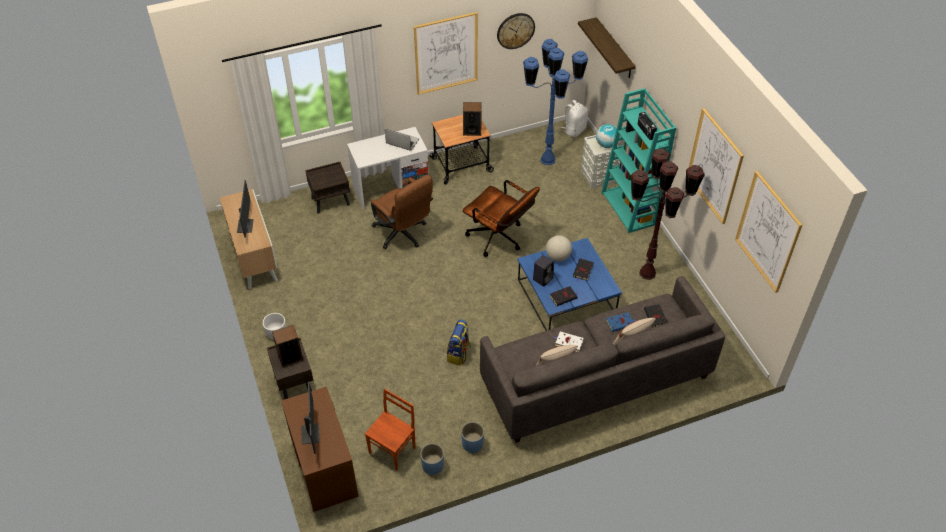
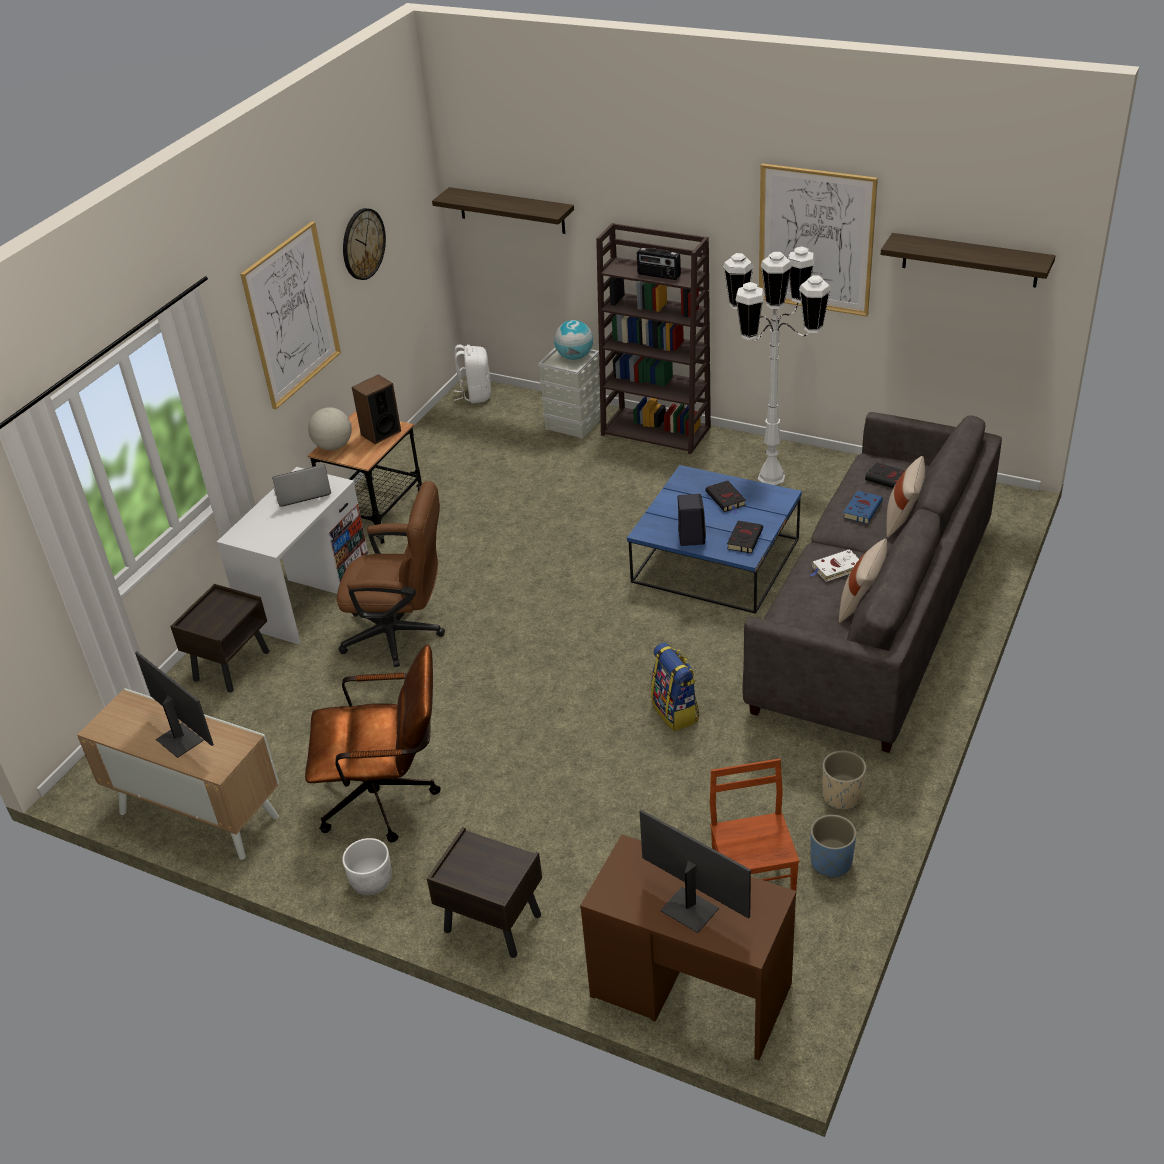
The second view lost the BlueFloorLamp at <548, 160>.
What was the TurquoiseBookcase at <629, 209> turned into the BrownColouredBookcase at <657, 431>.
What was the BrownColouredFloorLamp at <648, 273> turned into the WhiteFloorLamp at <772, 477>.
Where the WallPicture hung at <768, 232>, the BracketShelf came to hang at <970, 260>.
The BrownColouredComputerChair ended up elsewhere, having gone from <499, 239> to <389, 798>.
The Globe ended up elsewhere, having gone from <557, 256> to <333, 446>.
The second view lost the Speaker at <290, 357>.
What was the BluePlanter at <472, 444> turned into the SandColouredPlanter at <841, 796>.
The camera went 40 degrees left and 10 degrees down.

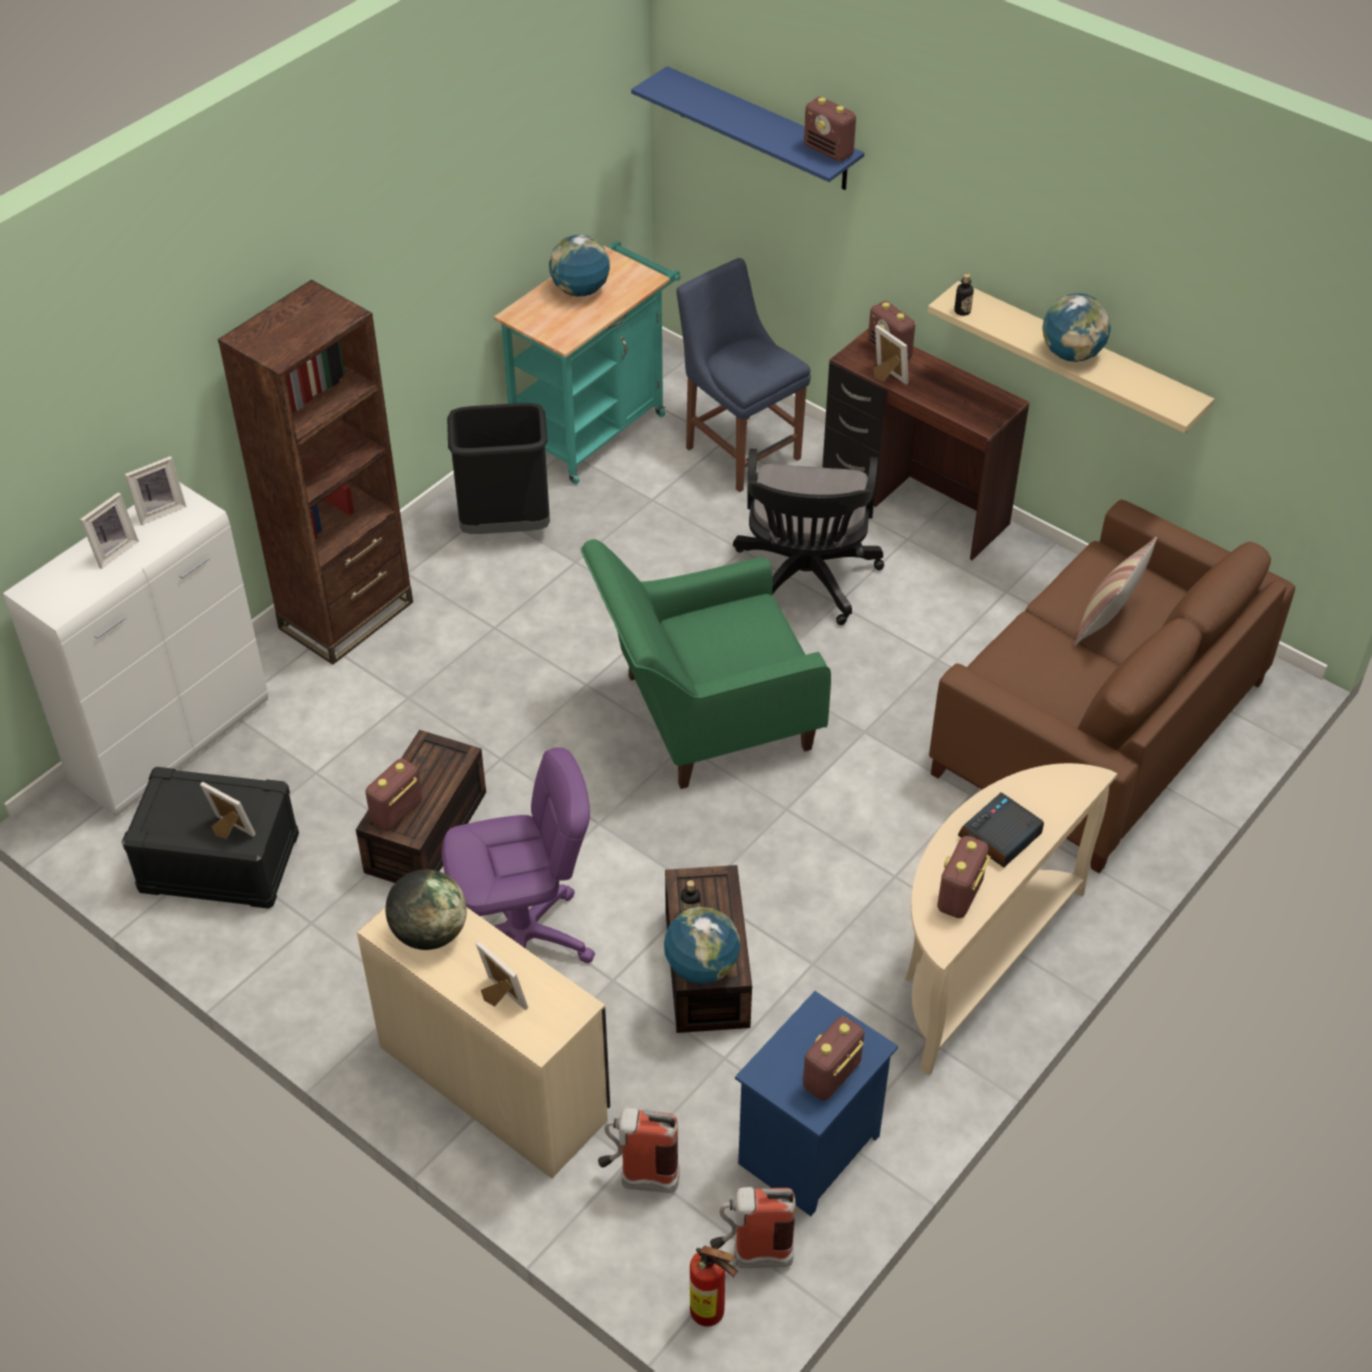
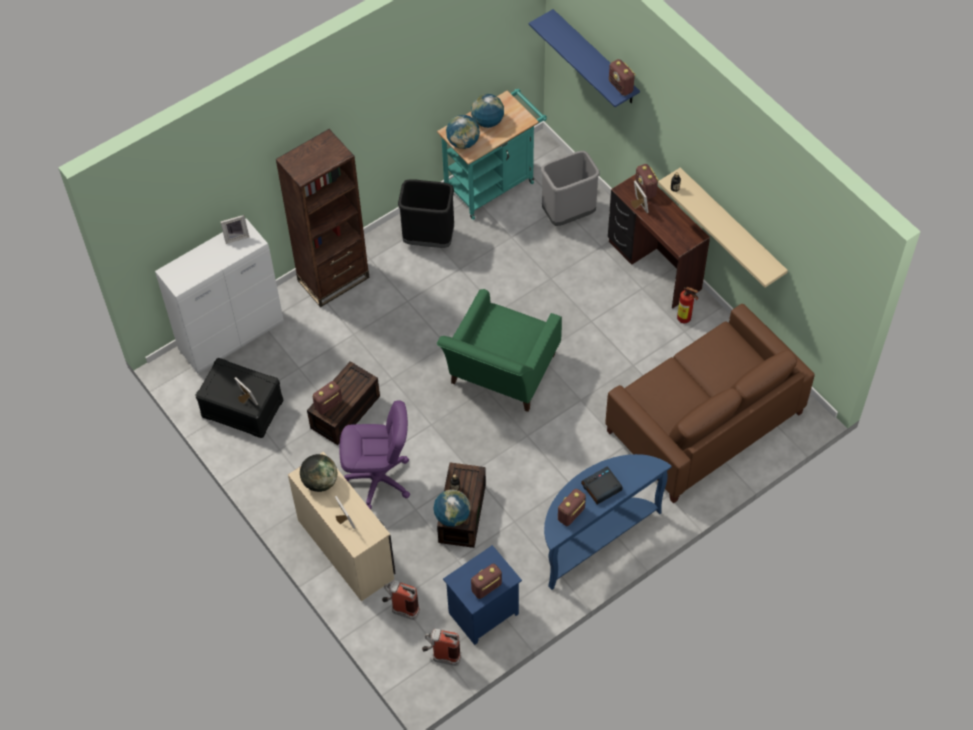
Where the BlueUprightChair stood at <739, 450>, the GreyishWasteBin came to stand at <568, 213>.
The Globe ended up elsewhere, having gone from <1072, 354> to <463, 142>.
The second view lost the BlackComputerChair at <805, 582>.
The second view lost the PhotoFrame at <113, 550>.
The second view lost the ThrowPillow at <1107, 622>.
The GreenLoungeChair at <704, 717> ended up facing another way, 60 degrees counterclockwise from before.
What was the SandColouredHallTable at <976, 961> turned into the BlueHallTable at <595, 537>.
The FireFightingCylinder ended up elsewhere, having gone from <711, 1315> to <685, 320>.
The camera went 15 degrees right and 10 degrees up.

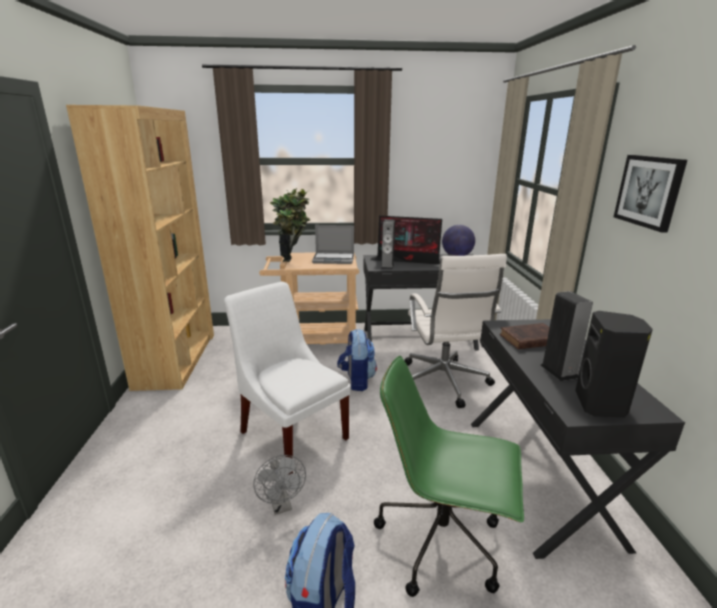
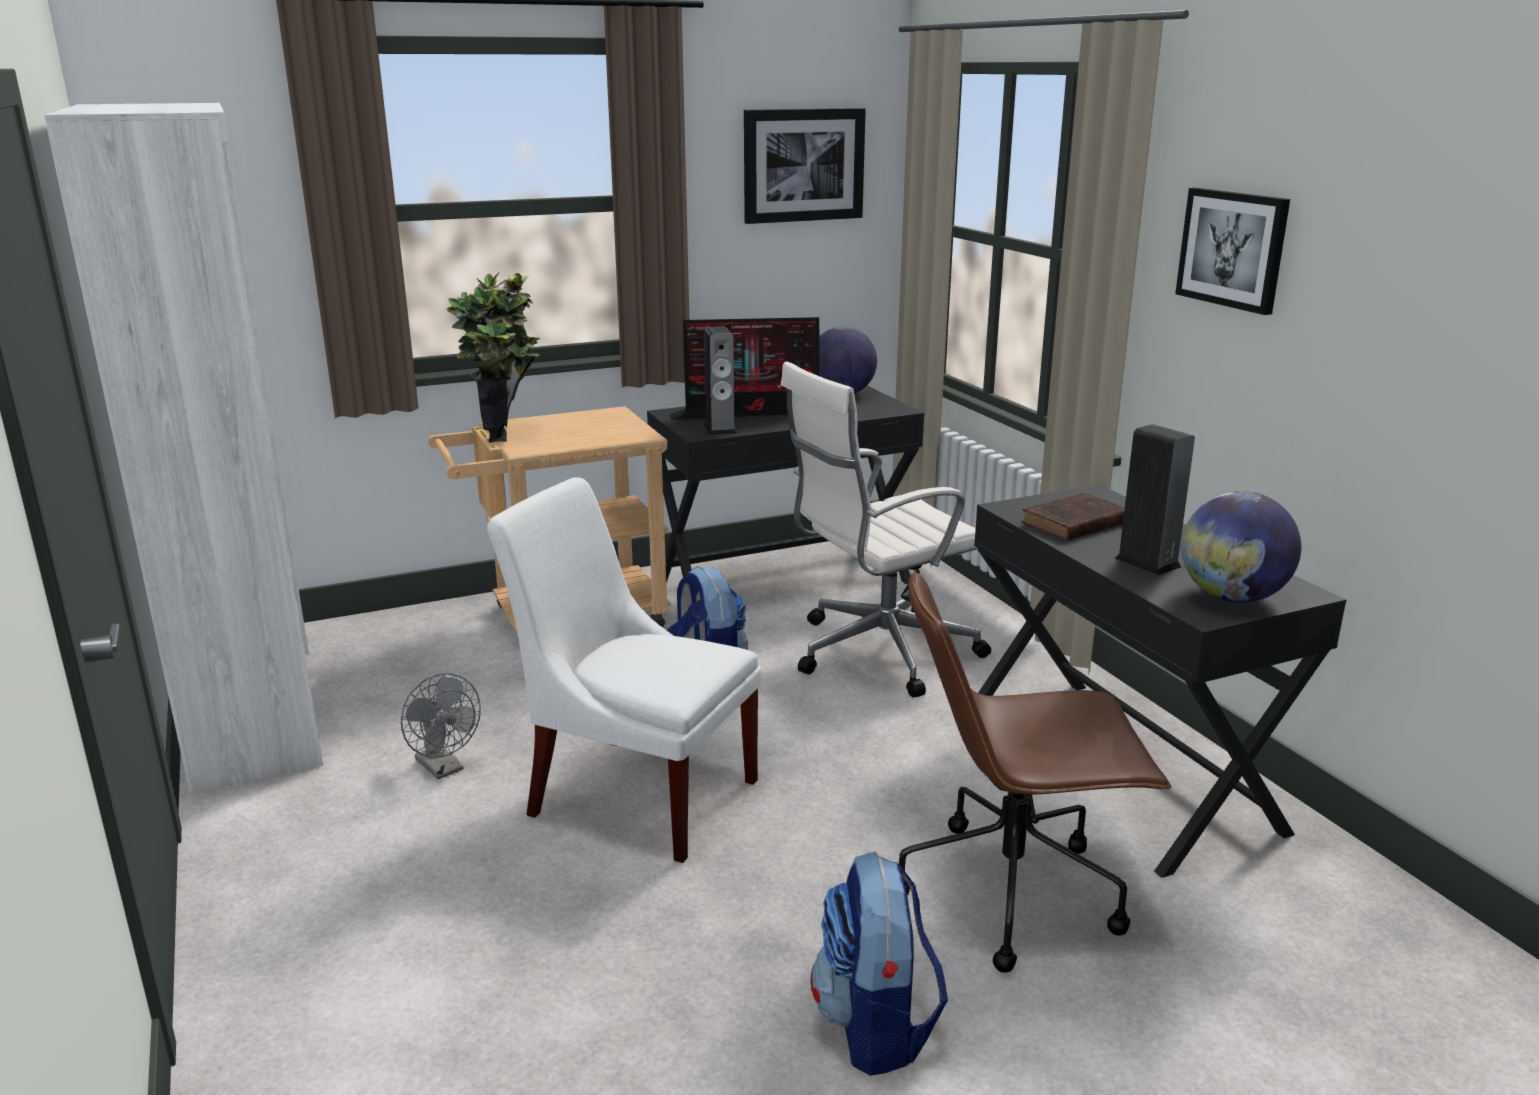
What was the BrownColouredBookcase at <176, 359> turned into the WhiteBookcase at <255, 710>.
The second view lost the PortableComputer at <334, 259>.
The WhiteComputerChair at <444, 382> ended up facing another way, 90 degrees clockwise from before.
Where the BlackSpeaker stood at <601, 405>, the Globe came to stand at <1232, 597>.
What was the GreenComputerChair at <442, 541> turned into the BrownColouredComputerChair at <1013, 892>.
The GreyishElectricFan ended up elsewhere, having gone from <281, 505> to <444, 768>.
The second view gained the WallPicture at <803, 165>.
The camera went 20 degrees left and 0 degrees up.

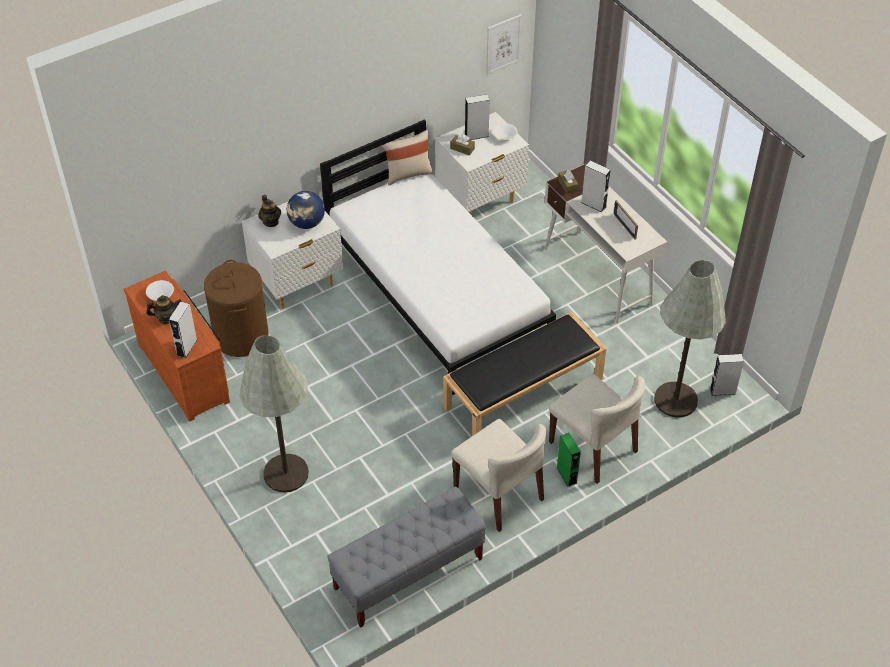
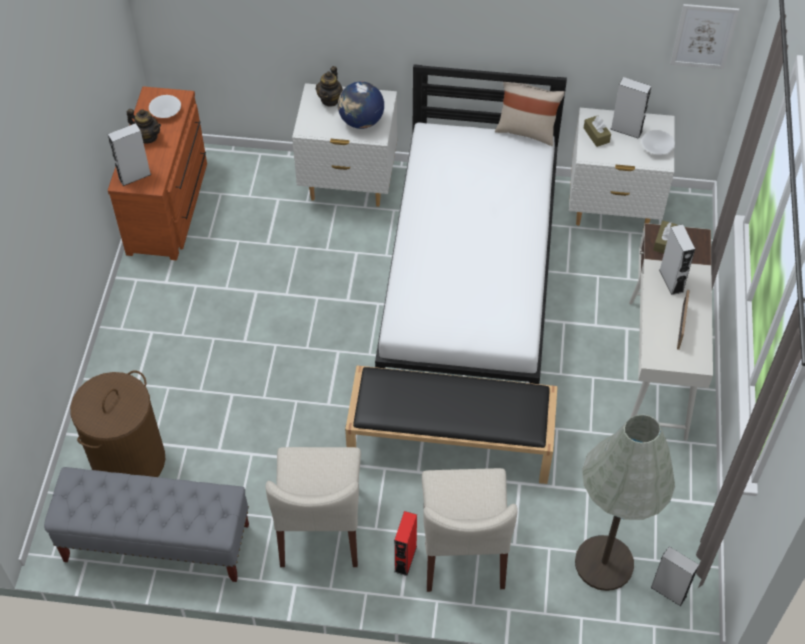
The BrownColouredLaundryBasket ended up elsewhere, having gone from <241, 337> to <129, 461>.
The second view lost the GreyishFloorLamp at <286, 473>.
What was the GreenSpeaker at <566, 475> turned into the RedColouredSpeaker at <405, 559>.
The camera went 40 degrees right and 5 degrees up.

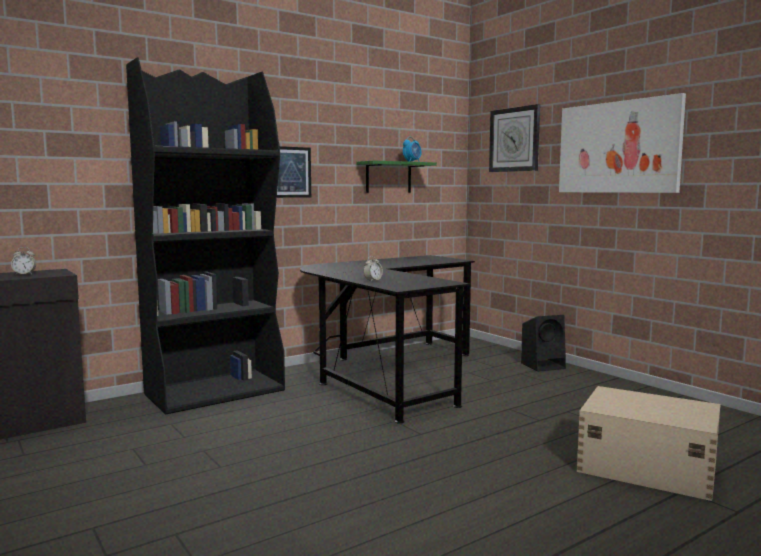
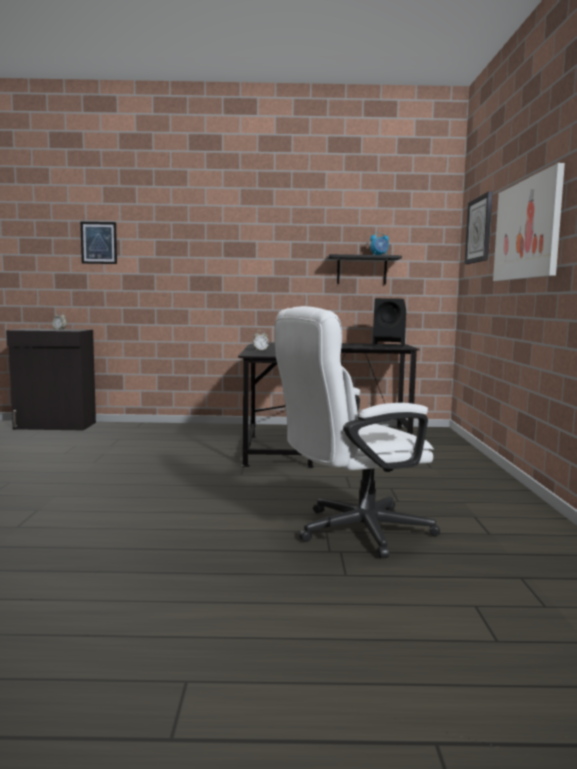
The second view lost the BlackBookcase at <216, 392>.
The WallPicture ended up elsewhere, having gone from <291, 172> to <98, 243>.
What was the GreenBracketShelf at <388, 177> turned into the BlackBracketShelf at <361, 270>.
The BlackSpeaker ended up elsewhere, having gone from <543, 365> to <389, 346>.
Where the SandColouredStorageBin stood at <645, 467>, the WhiteComputerChair came to stand at <352, 532>.
The camera went 35 degrees right and 0 degrees up.

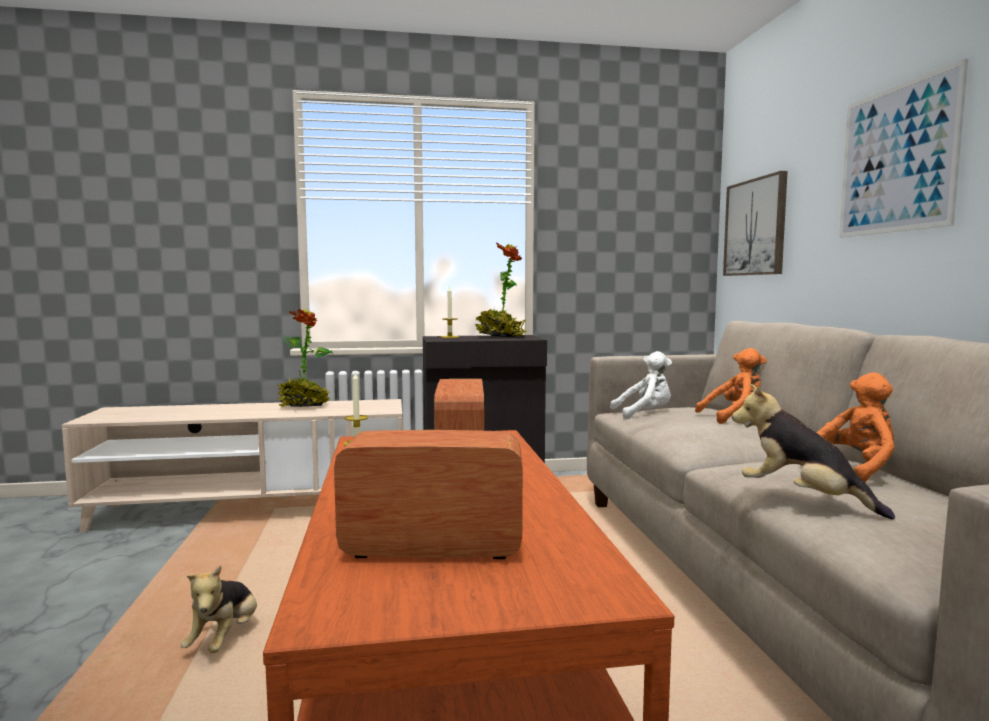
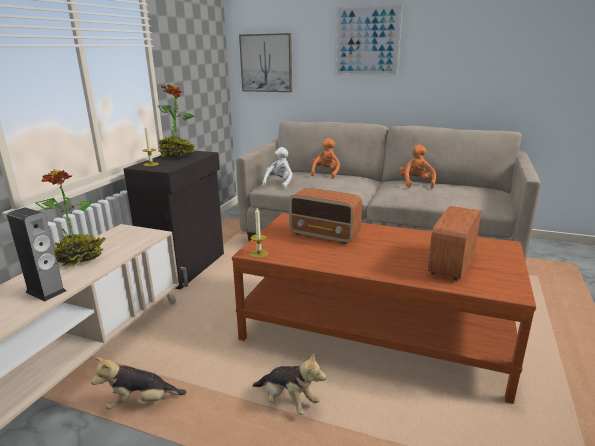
The SoftToy ended up elsewhere, having gone from <802, 499> to <141, 403>.
The second view gained the Speaker at <46, 291>.
The camera went 60 degrees left and 15 degrees up.

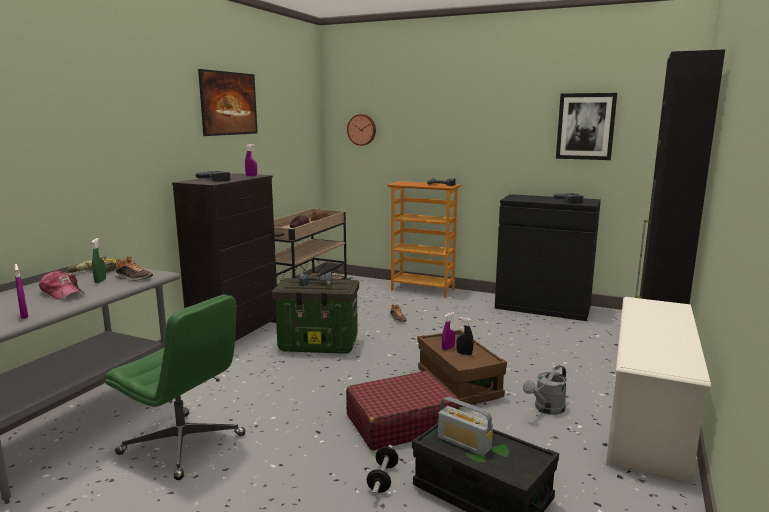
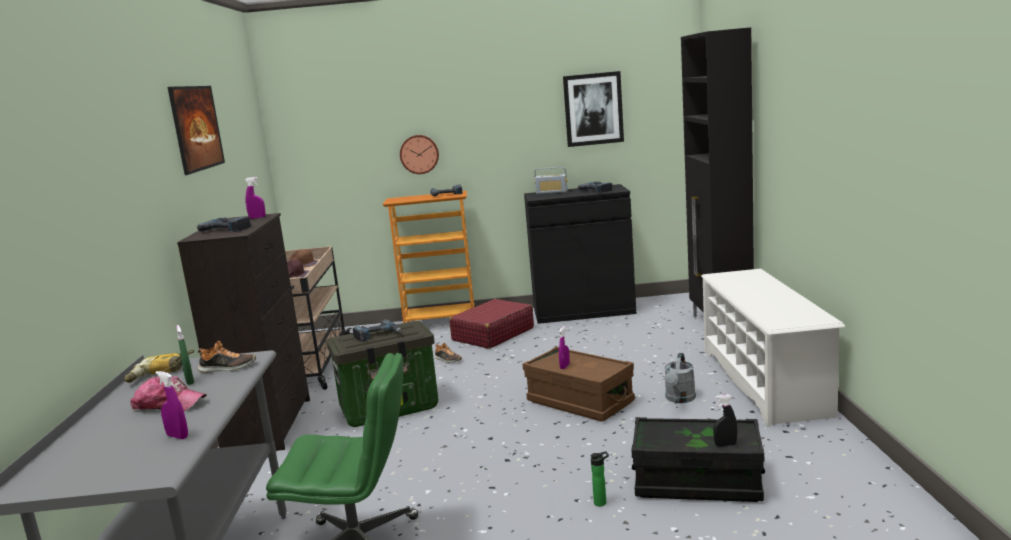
The HangingClock ended up elsewhere, having gone from <362, 130> to <419, 154>.
The BlackSprayer ended up elsewhere, having gone from <464, 353> to <725, 445>.
The RedColouredSuitcase ended up elsewhere, having gone from <400, 423> to <492, 334>.
The RadioReceiver ended up elsewhere, having gone from <464, 443> to <551, 192>.
Where the HandWeight stood at <383, 479>, the Bottle came to stand at <602, 502>.
The camera went 25 degrees left and 0 degrees up.

